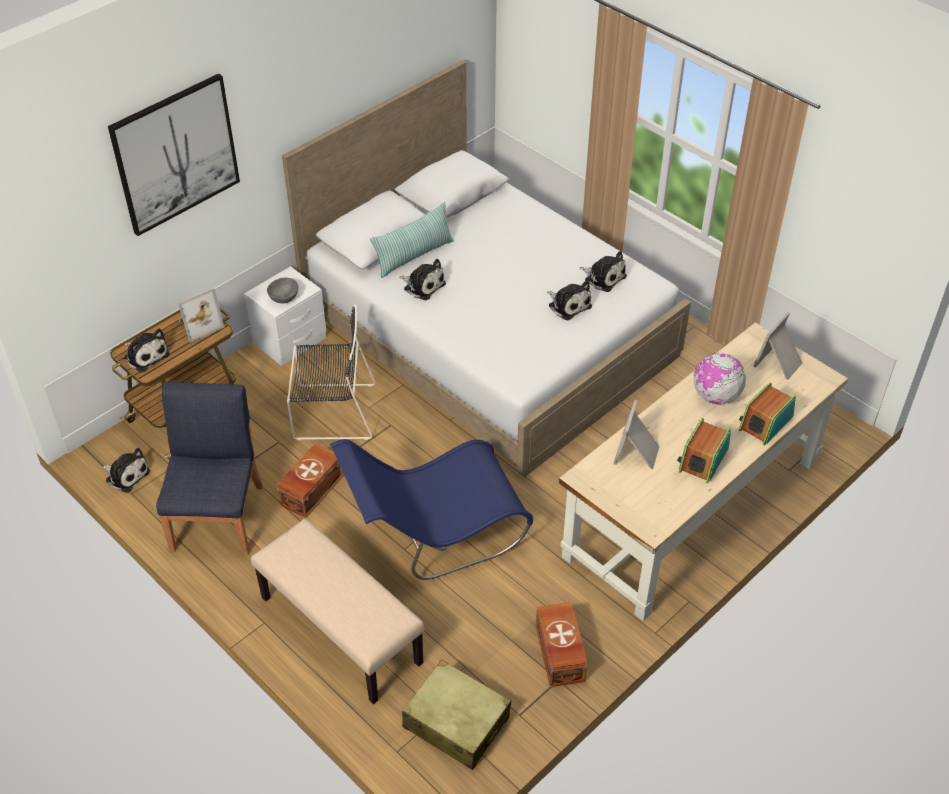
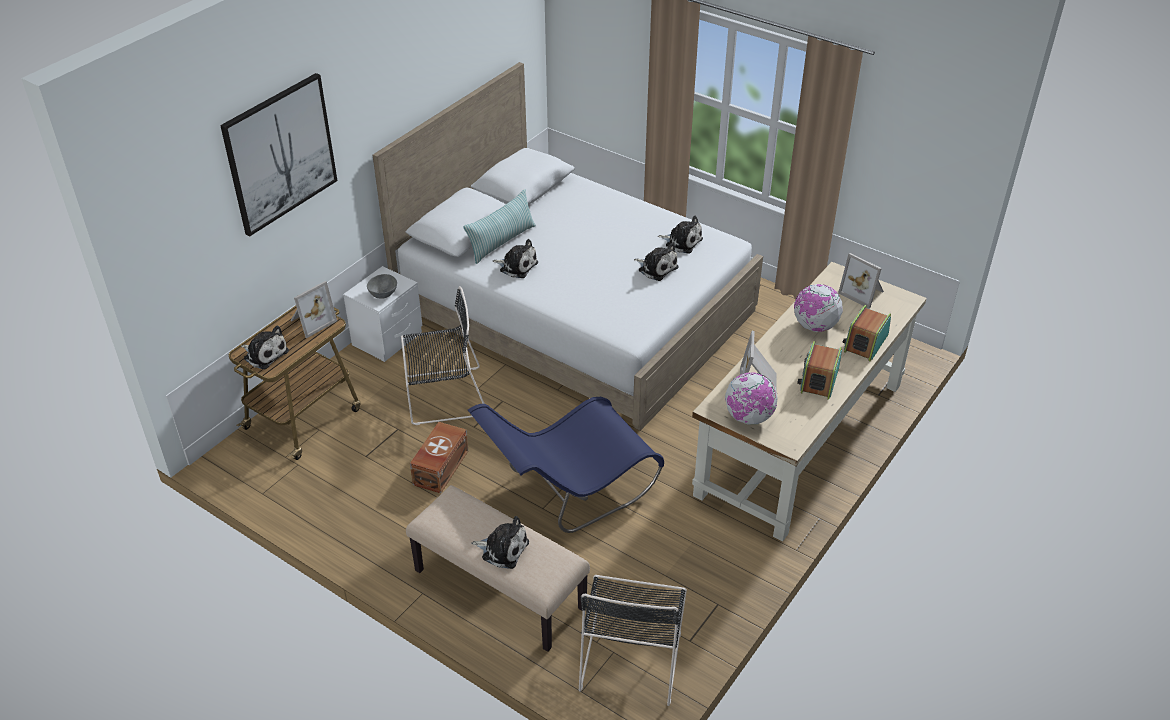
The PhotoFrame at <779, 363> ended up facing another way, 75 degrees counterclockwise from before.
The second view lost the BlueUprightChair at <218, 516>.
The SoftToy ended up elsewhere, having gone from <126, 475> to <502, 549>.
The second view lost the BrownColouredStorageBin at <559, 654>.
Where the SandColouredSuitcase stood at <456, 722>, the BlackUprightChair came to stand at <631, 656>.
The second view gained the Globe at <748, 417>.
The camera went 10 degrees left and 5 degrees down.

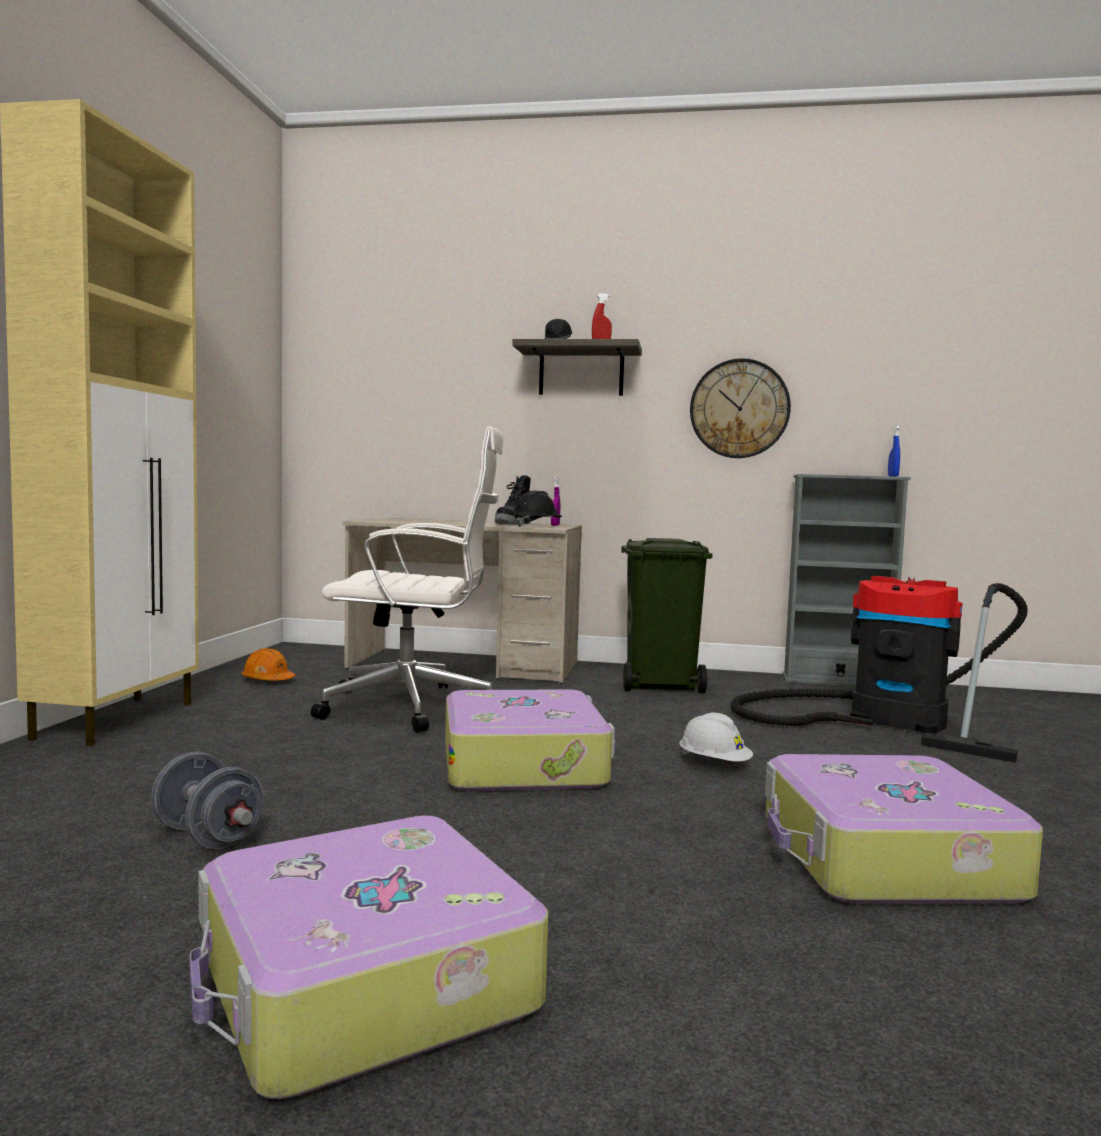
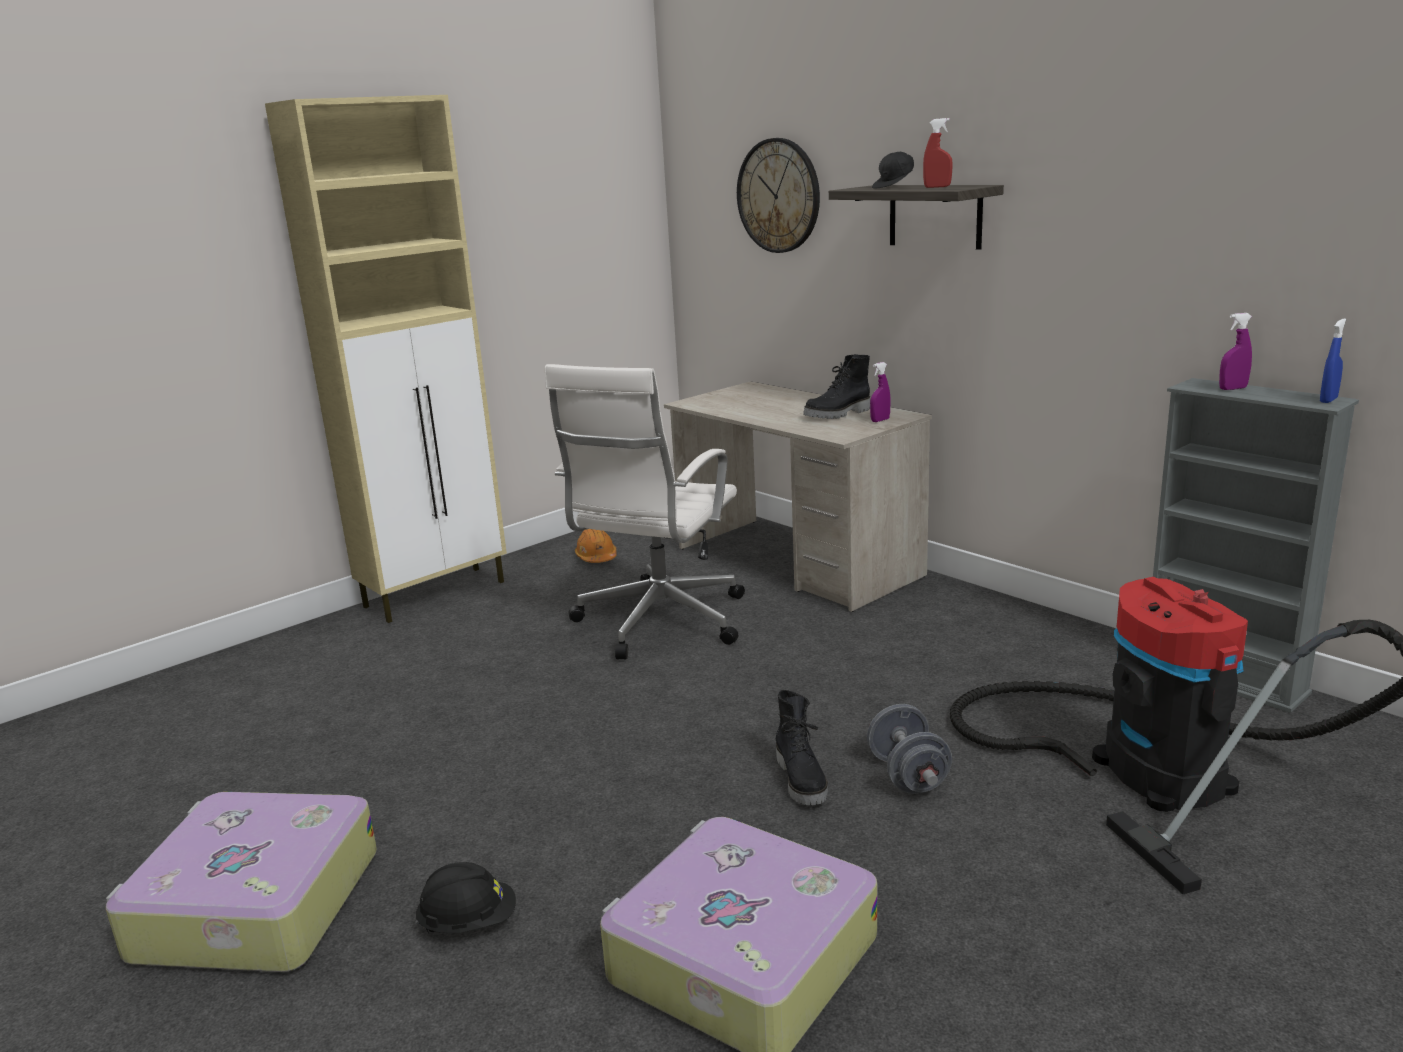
The HangingClock ended up elsewhere, having gone from <739, 409> to <779, 196>.
The WhiteComputerChair at <413, 707> ended up facing another way, 75 degrees clockwise from before.
The BlackWorkHelmet ended up elsewhere, having gone from <536, 526> to <469, 923>.
The second view lost the GreenWasteBin at <661, 685>.
The second view lost the Suitcase at <525, 764>.
Where the WhiteWorkHelmet stood at <714, 764>, the BlackHighTopBoot came to stand at <802, 780>.
The GreyishHandWeight ended up elsewhere, having gone from <208, 836> to <908, 775>.
The second view gained the PurpleColouredSprayer at <1232, 388>.
The camera went 40 degrees right and 15 degrees up.

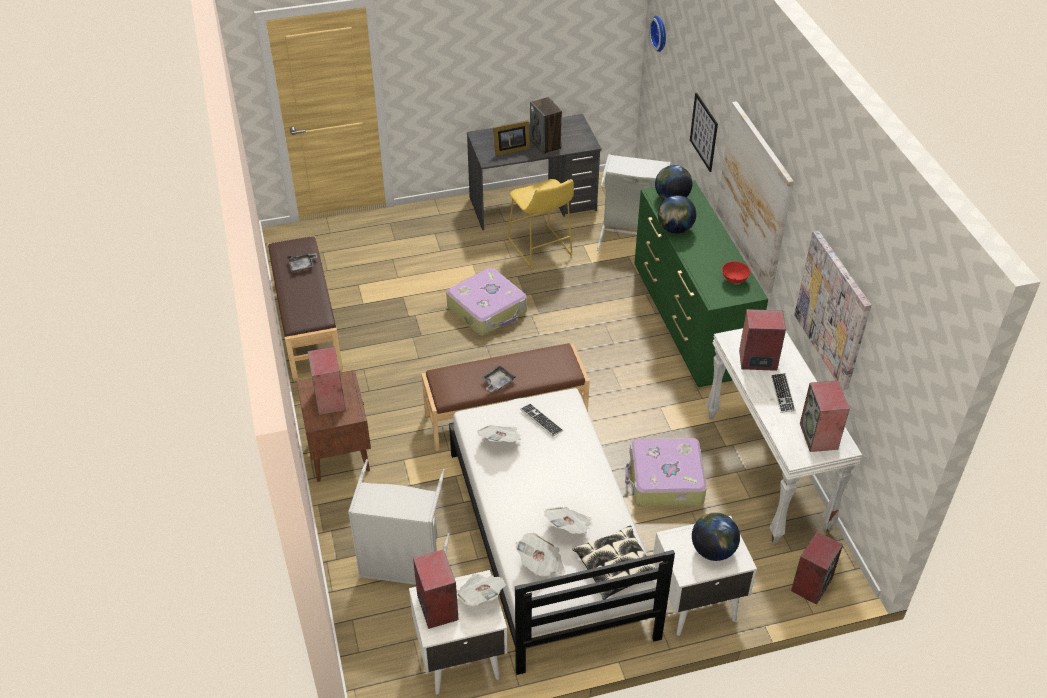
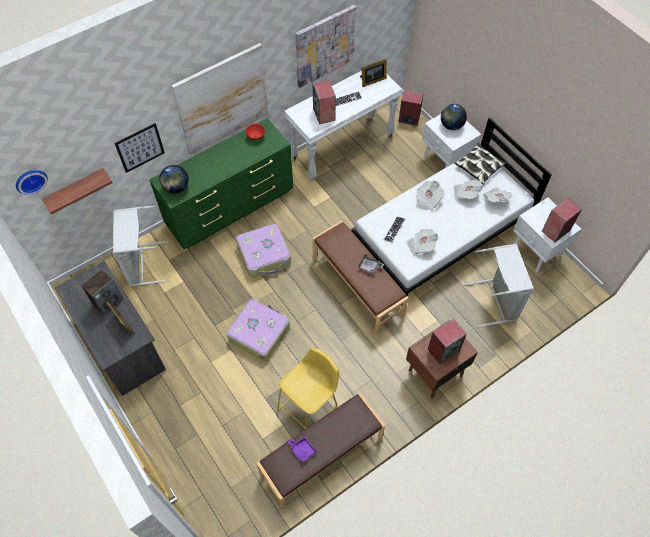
The YellowColouredStoolSeat ended up elsewhere, having gone from <541, 249> to <310, 406>.
The second view lost the Globe at <675, 229>.
What was the GreyishServingTray at <302, 266> turned into the PurpleColouredServingTray at <302, 450>.
Where the Speaker stood at <819, 436>, the PhotoFrame came to stand at <372, 80>.
The Suitcase ended up elsewhere, having gone from <665, 480> to <264, 255>.
The DailyPaper ended up elsewhere, having gone from <480, 596> to <427, 200>.
The second view gained the BracketShelf at <76, 190>.
The camera went 110 degrees left and 15 degrees up.

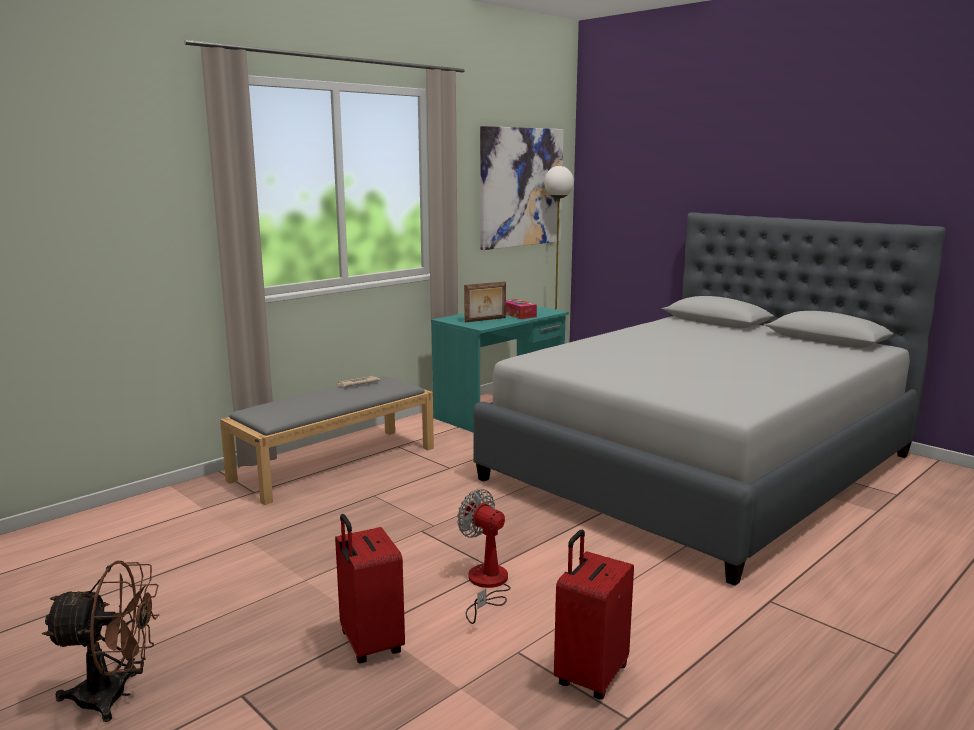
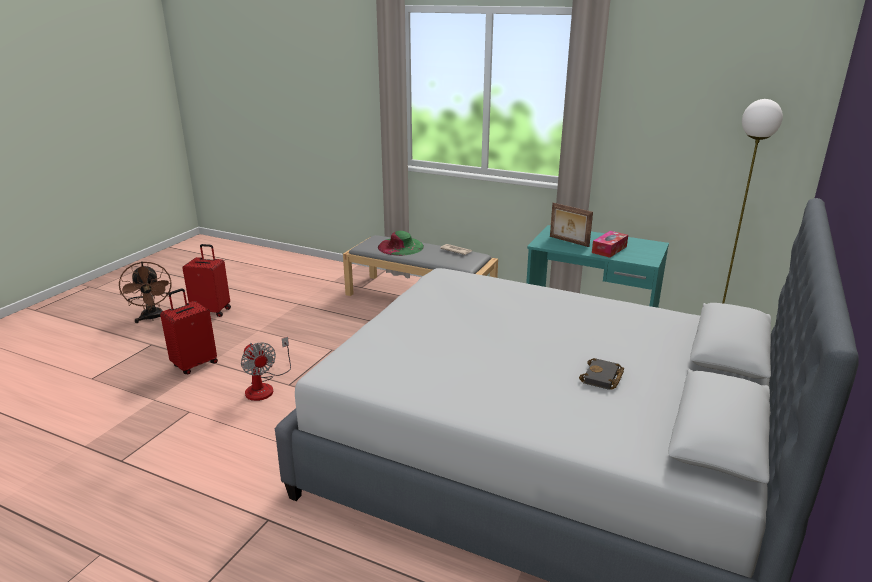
The second view lost the WallPicture at <521, 187>.
The ElectricFan at <486, 585> ended up facing another way, 120 degrees clockwise from before.
The RedColouredSuitcase ended up elsewhere, having gone from <590, 676> to <212, 311>.
The second view gained the GreenWearableHat at <400, 247>.
The second view gained the BlackBook at <602, 378>.
The camera went 70 degrees right and 10 degrees up.

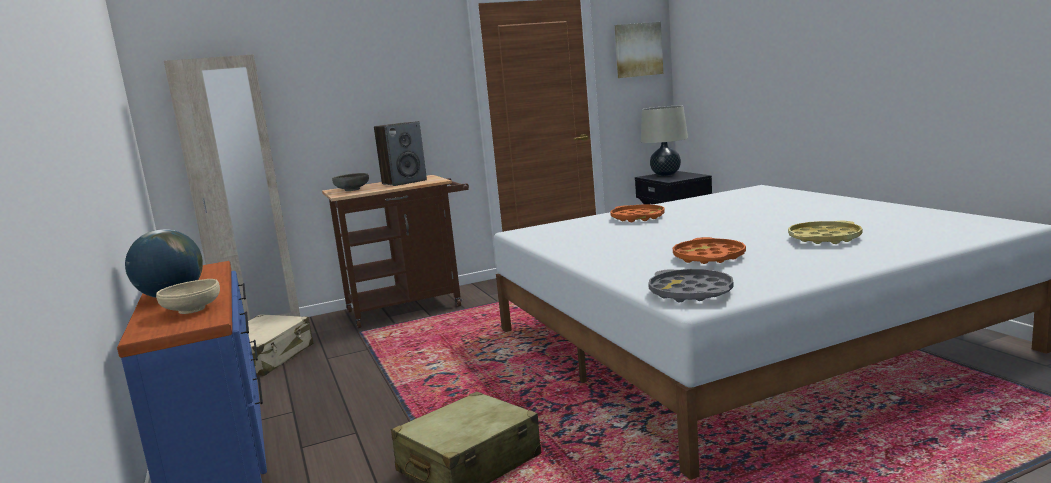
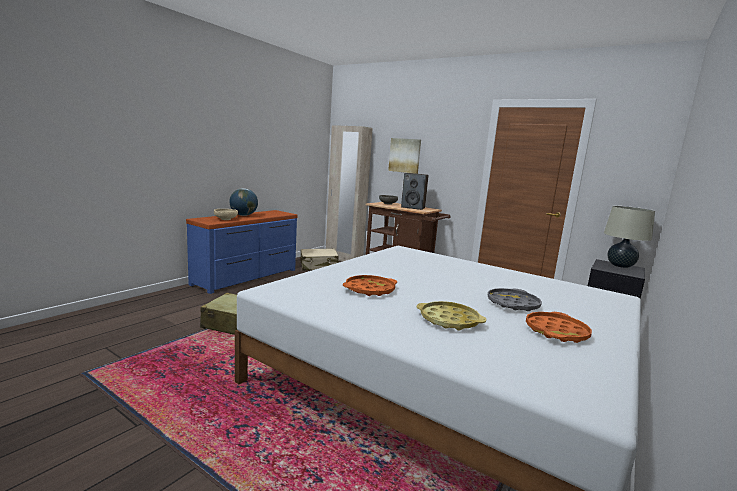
The WallPicture ended up elsewhere, having gone from <638, 50> to <405, 155>.
The OrangeColouredServingTray ended up elsewhere, having gone from <637, 217> to <556, 332>.
The GreyishServingTray ended up elsewhere, having gone from <690, 292> to <512, 304>.
The camera went 55 degrees right and 0 degrees up.

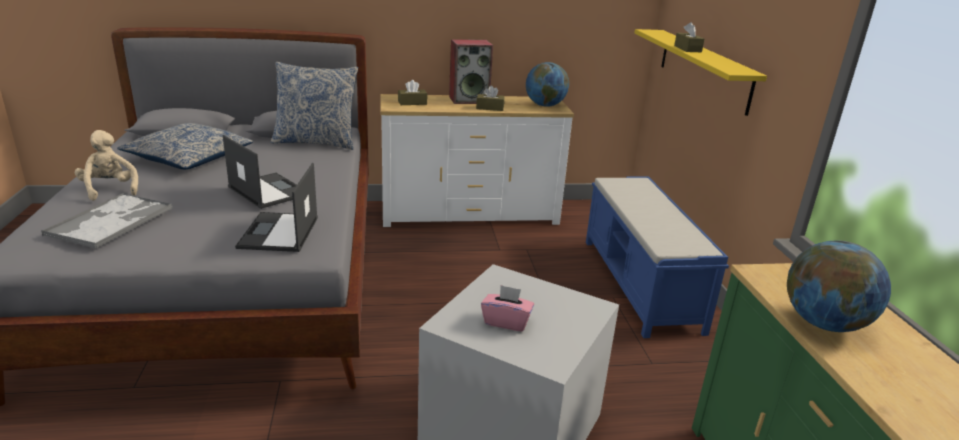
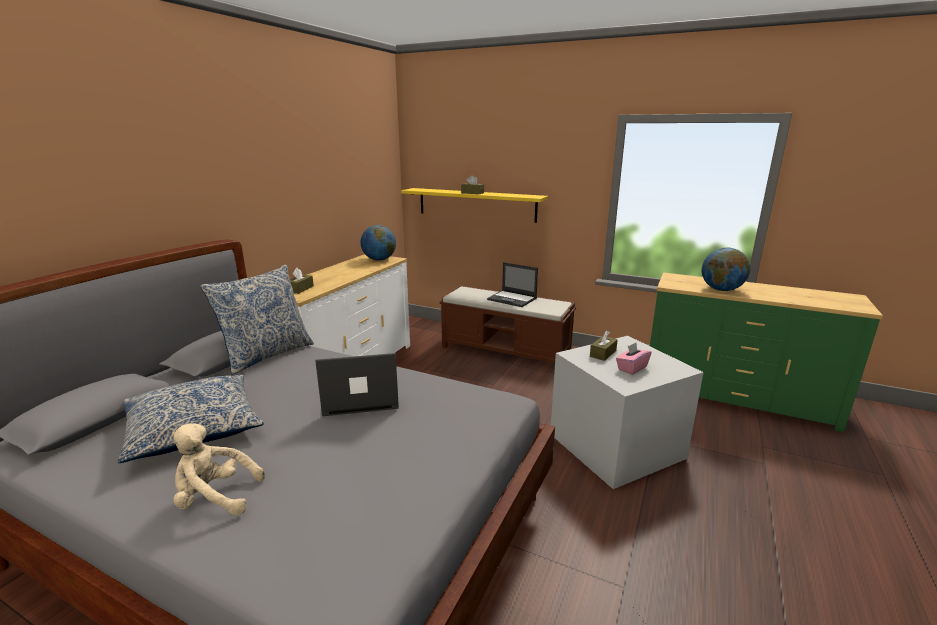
The second view lost the Speaker at <469, 100>.
The BrownColouredTissueHolder ended up elsewhere, having gone from <490, 108> to <603, 353>.
The PortableComputer ended up elsewhere, having gone from <279, 233> to <512, 299>.
What was the BlueLongSeat at <640, 284> turned into the BrownColouredLongSeat at <506, 351>.
The second view lost the ServingTray at <112, 221>.
The camera went 55 degrees left and 5 degrees down.

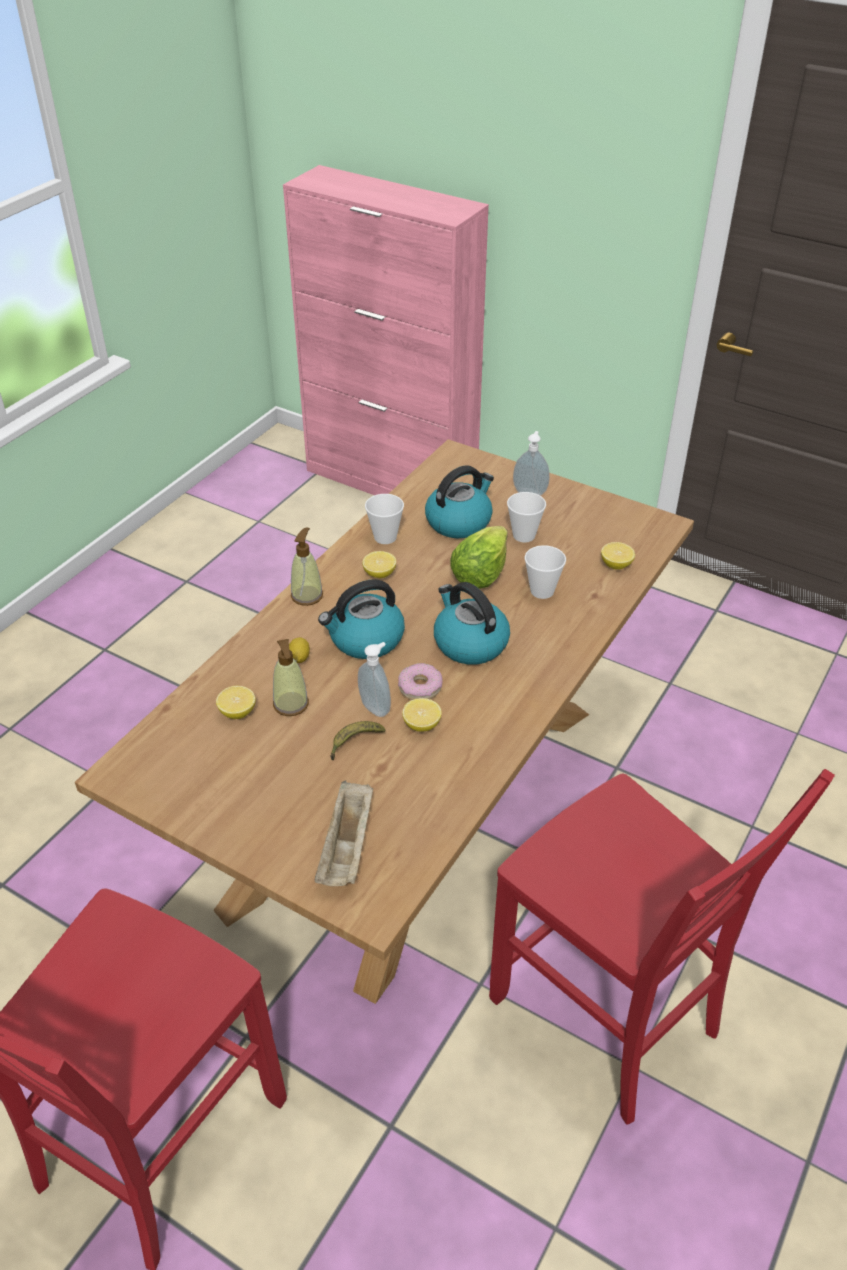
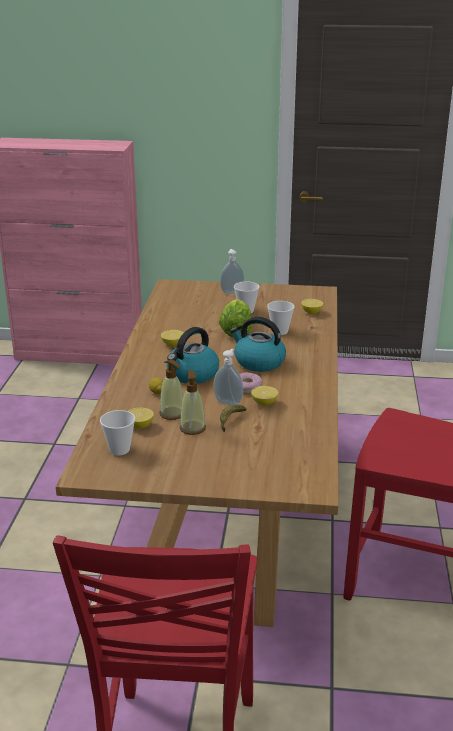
The second view lost the WaterKettle at <459, 521>.
The SmallCup ended up elsewhere, having gone from <385, 537> to <119, 449>.
The LiquidSoapBottle ended up elsewhere, having gone from <307, 595> to <192, 428>.
The second view lost the SandColouredServingTray at <347, 848>.
The camera went 25 degrees left and 15 degrees down.

